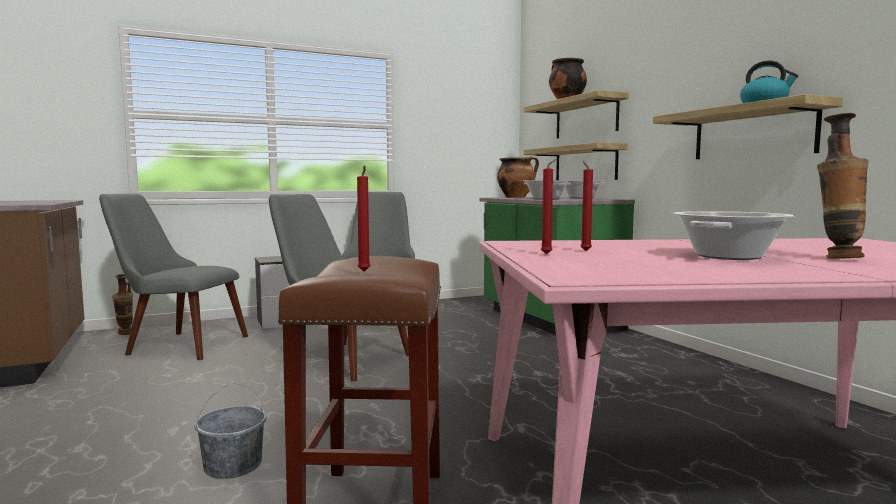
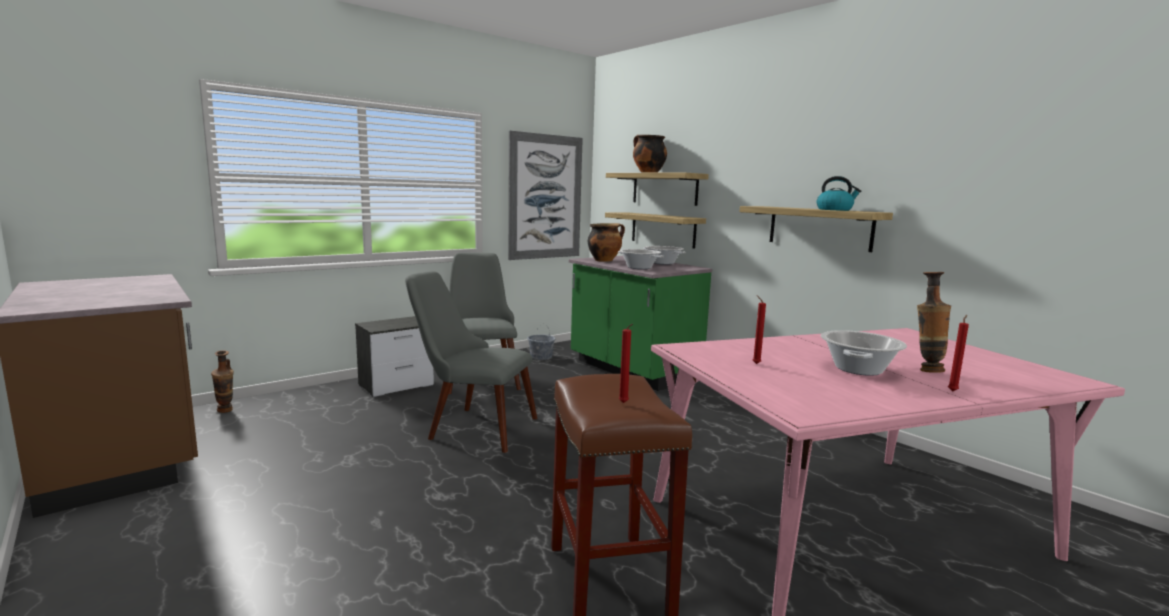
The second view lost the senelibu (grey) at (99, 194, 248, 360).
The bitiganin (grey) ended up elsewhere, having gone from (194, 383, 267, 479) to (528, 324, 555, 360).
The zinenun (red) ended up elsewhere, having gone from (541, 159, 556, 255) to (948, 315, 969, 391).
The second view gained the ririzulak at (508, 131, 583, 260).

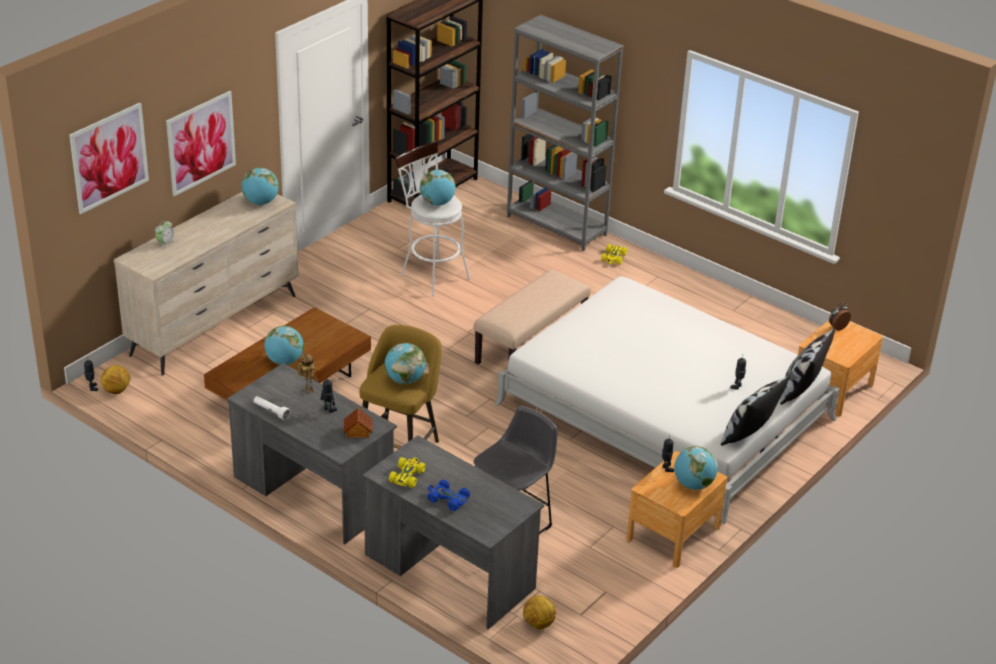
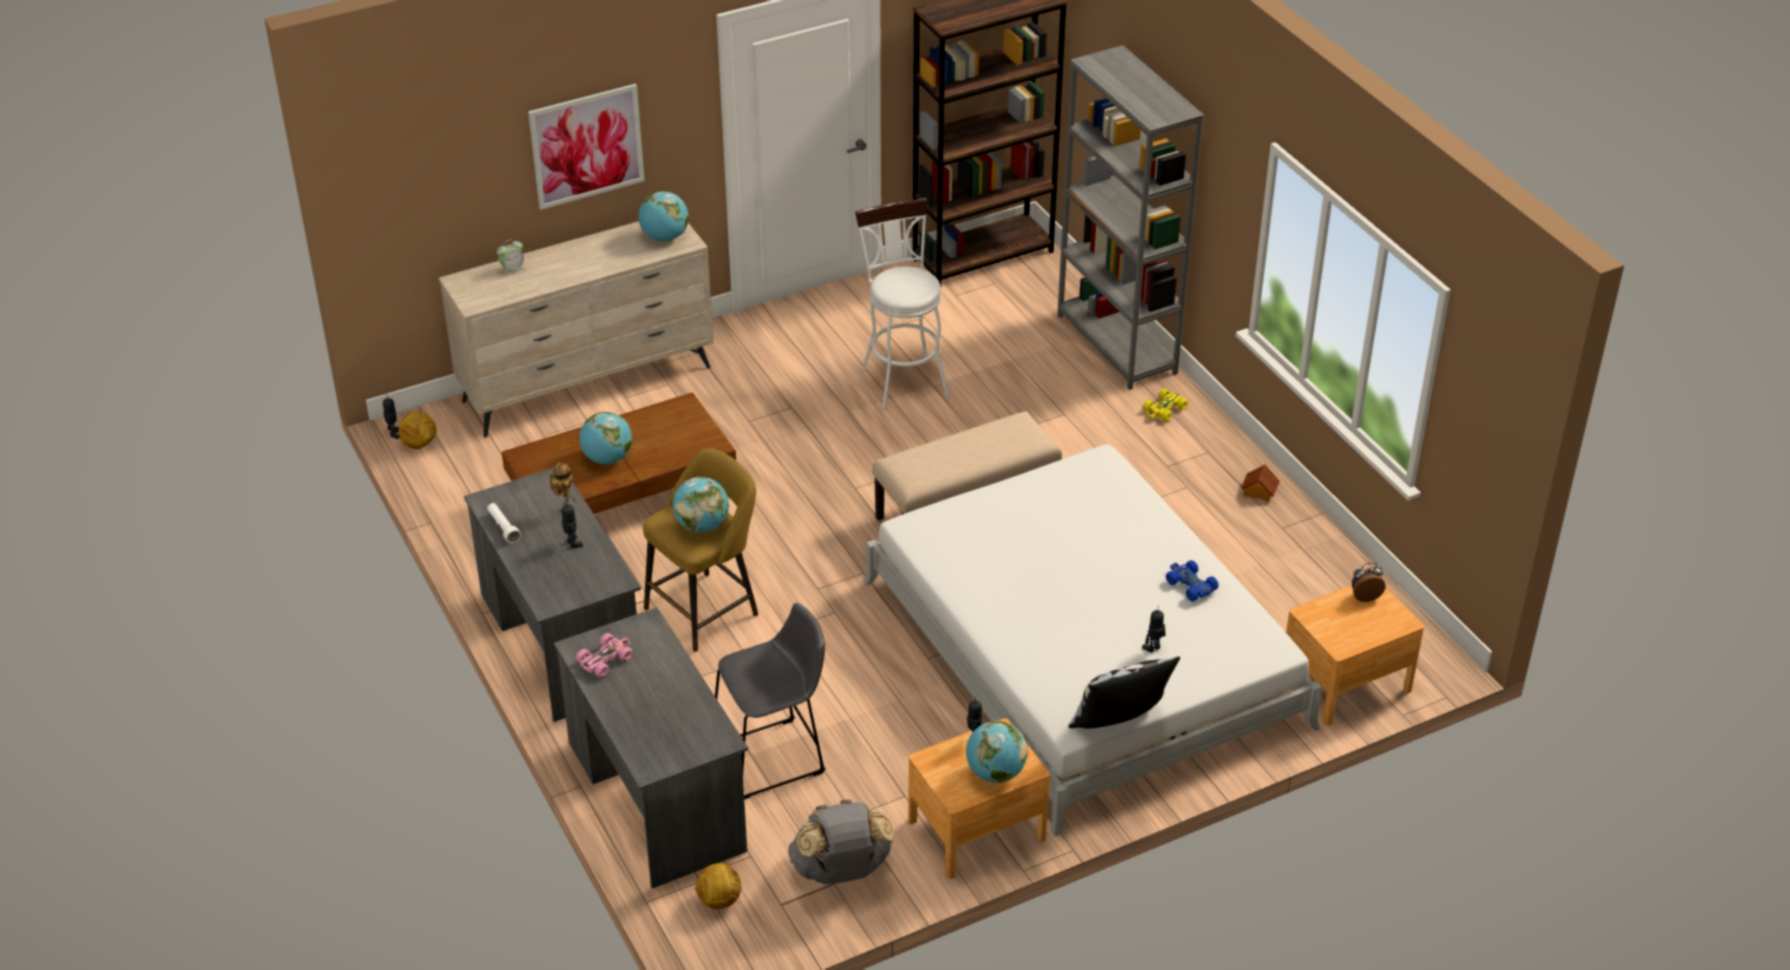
The second view lost the ririzulak at (69, 102, 149, 214).
The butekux ended up elsewhere, having gone from (344, 408, 373, 438) to (1241, 464, 1280, 502).
What was the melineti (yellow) at (389, 457, 426, 488) turned into the melineti (pink) at (576, 633, 633, 678).
The second view lost the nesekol at (420, 170, 455, 206).
The melineti (blue) ended up elsewhere, having gone from (427, 480, 470, 511) to (1166, 560, 1219, 602).
The second view lost the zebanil at (780, 328, 835, 405).
The second view gained the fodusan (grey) at (788, 799, 894, 884).

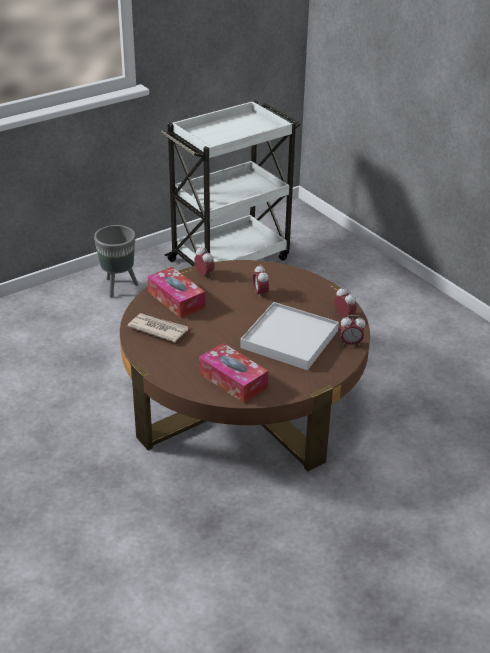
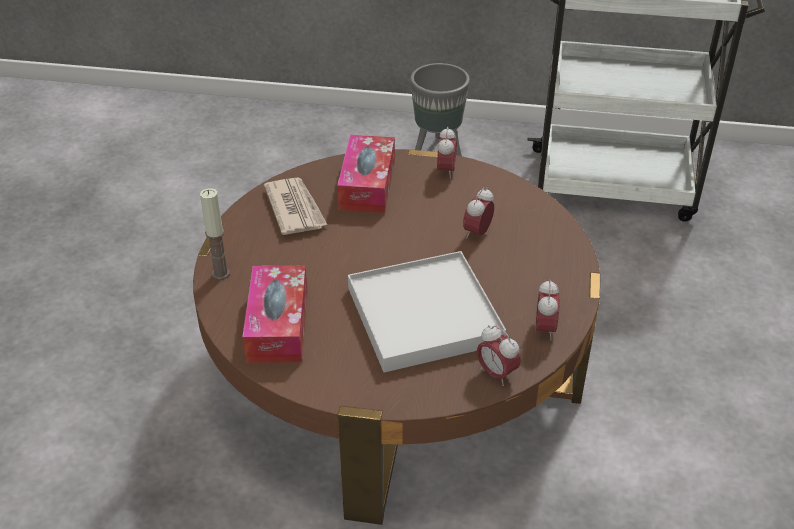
The second view gained the zinenun at (200, 188, 230, 280).

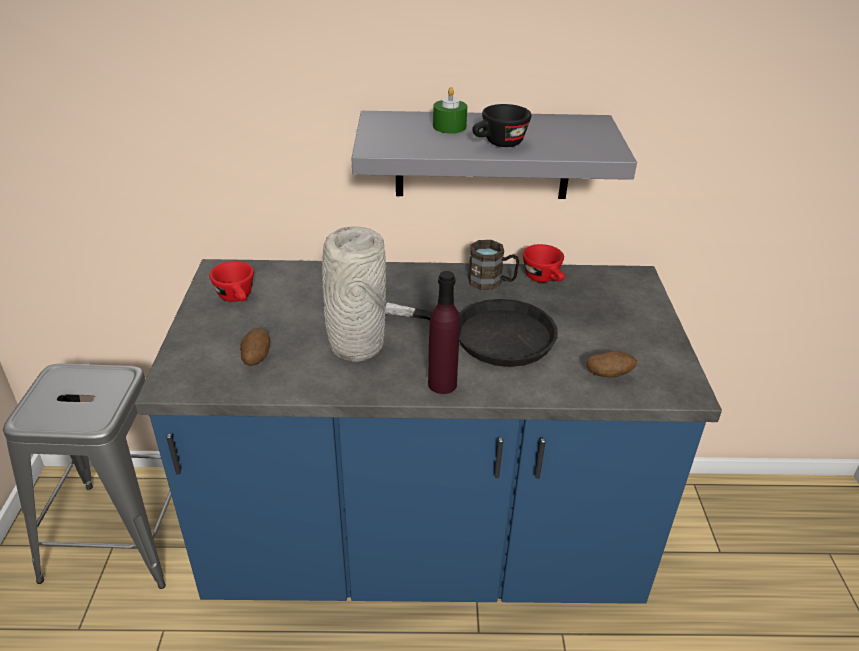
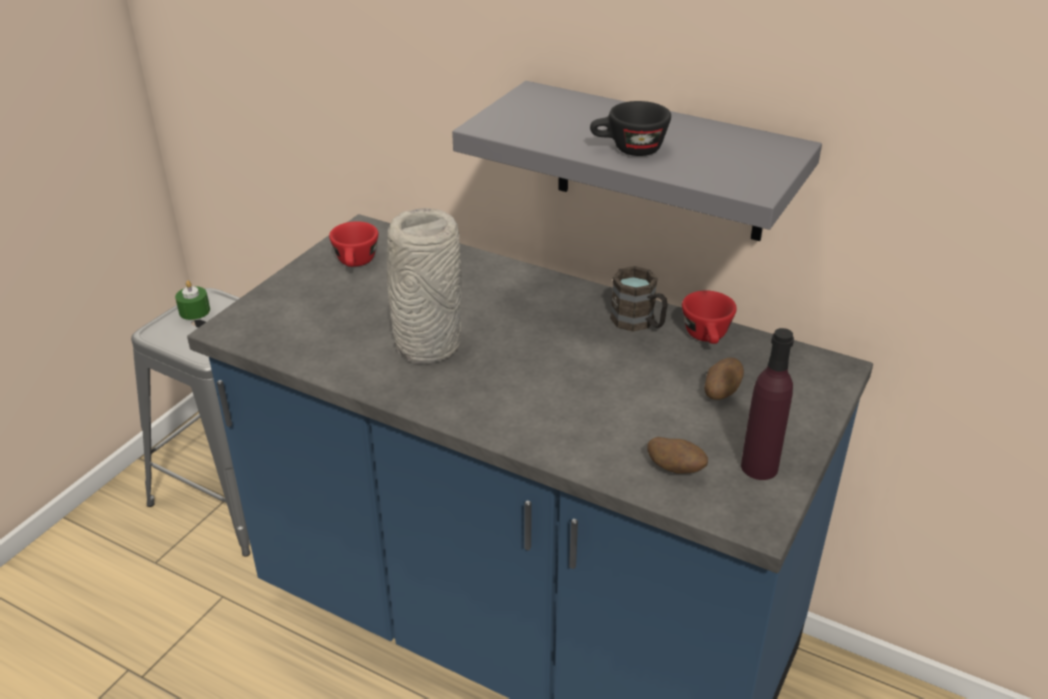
The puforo ended up elsewhere, having gone from (240, 328, 270, 366) to (704, 357, 744, 400).
The second view lost the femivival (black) at (385, 299, 558, 367).
The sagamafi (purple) ended up elsewhere, having gone from (428, 271, 460, 394) to (741, 328, 794, 480).
The zinenun (green) ended up elsewhere, having gone from (433, 87, 467, 134) to (175, 280, 210, 320).

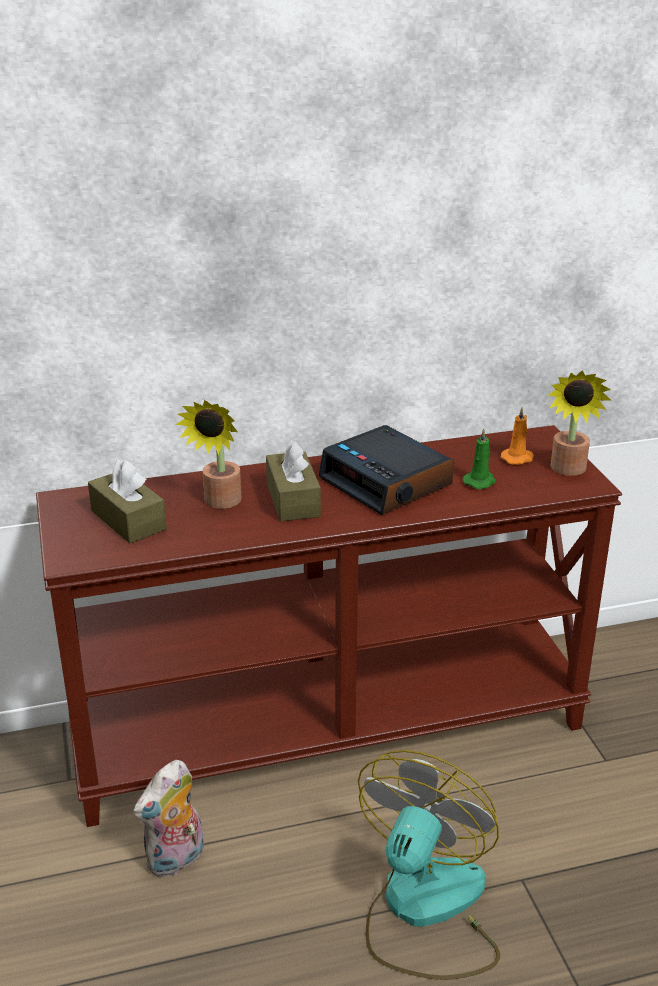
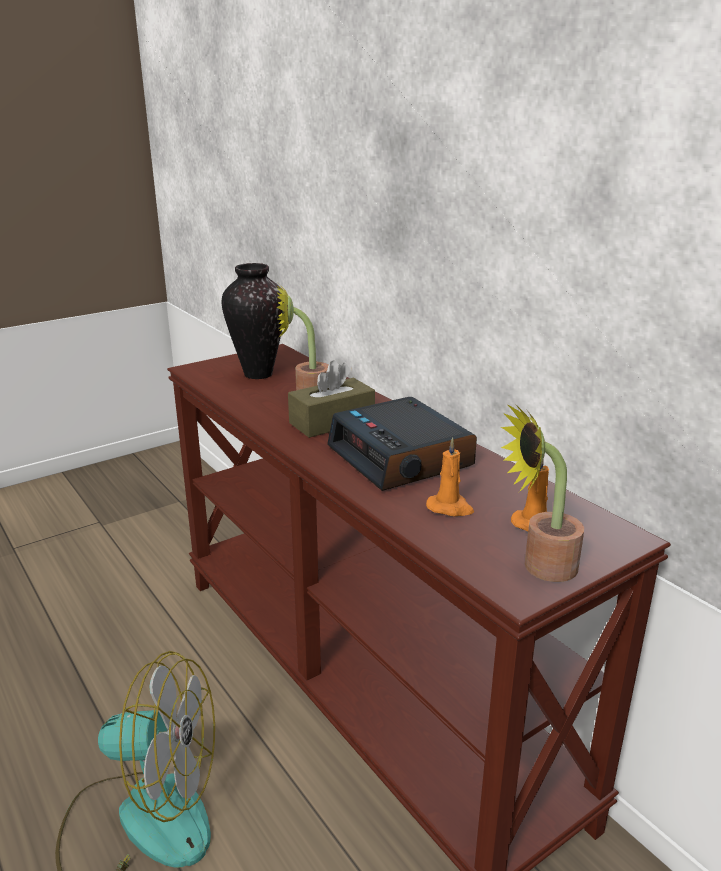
Where the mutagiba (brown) stood at (88, 459, 167, 543), the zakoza came to stand at (222, 263, 282, 379).
The second view lost the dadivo at (133, 760, 204, 878).
The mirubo at (319, 425, 454, 515) ended up facing another way, 60 degrees counterclockwise from before.
What was the zinenun (green) at (462, 429, 496, 489) turned into the zinenun (orange) at (426, 437, 474, 516).

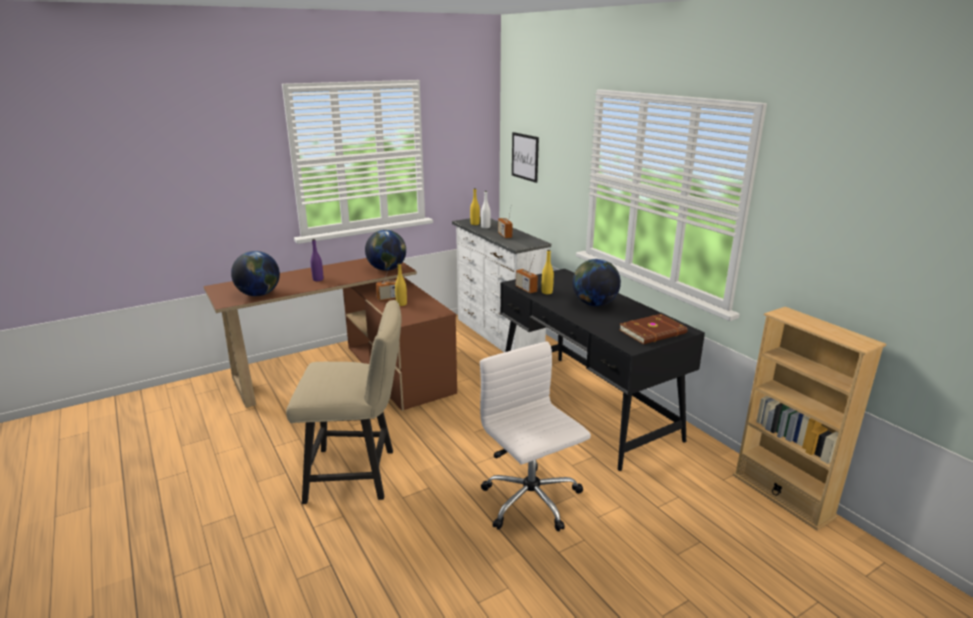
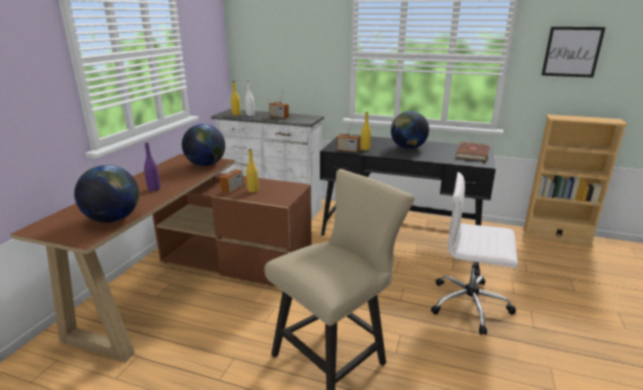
The ririzulak ended up elsewhere, having gone from (512, 132, 539, 183) to (542, 27, 606, 78).

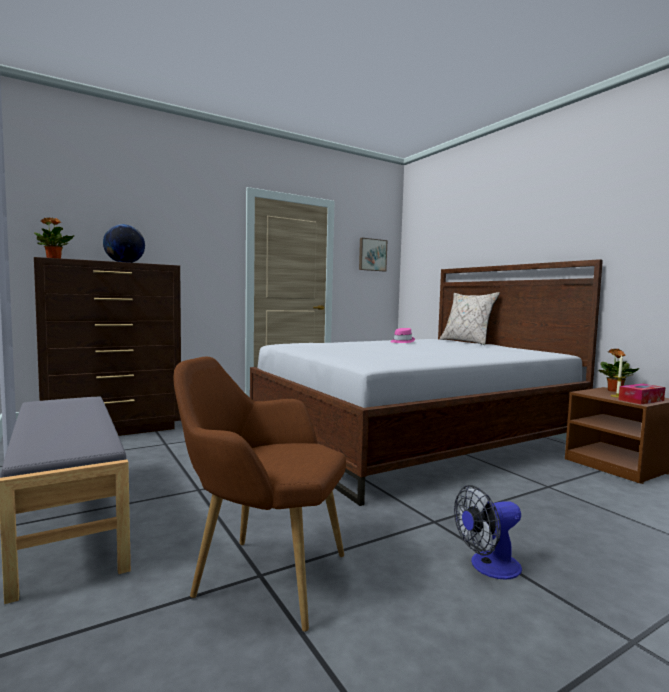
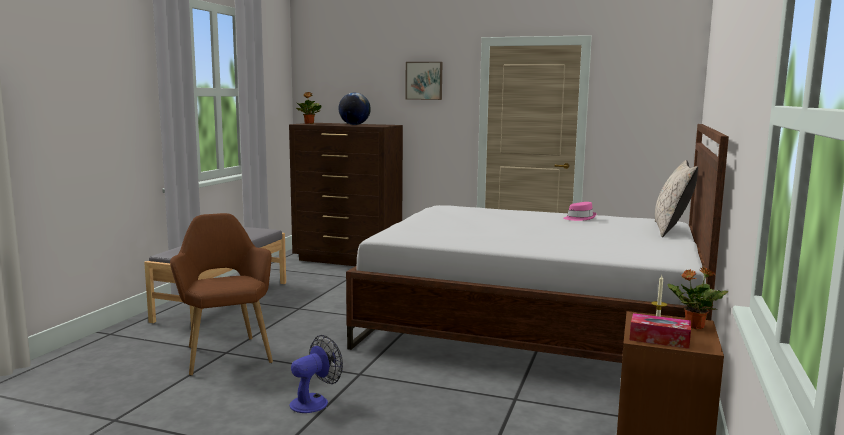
The ririzulak ended up elsewhere, having gone from (359, 238, 387, 271) to (405, 62, 442, 100).
The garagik at (454, 485, 522, 579) ended up facing another way, 105 degrees clockwise from before.

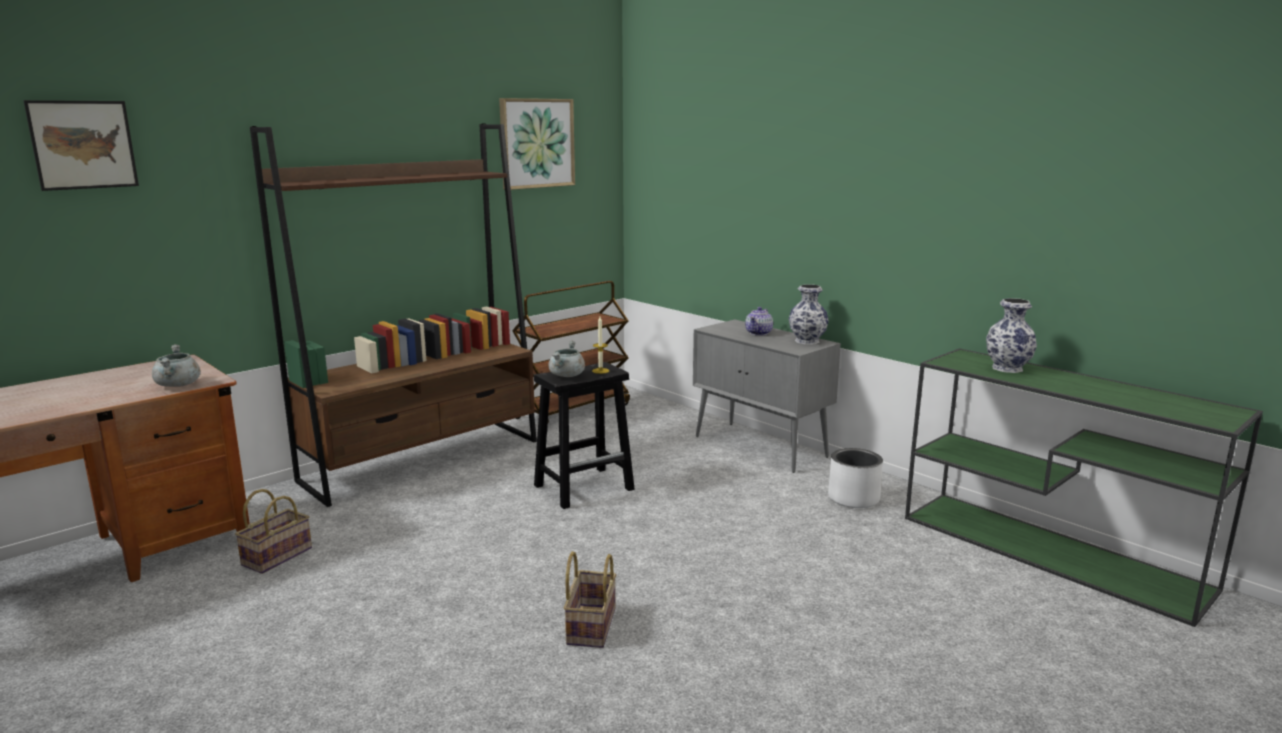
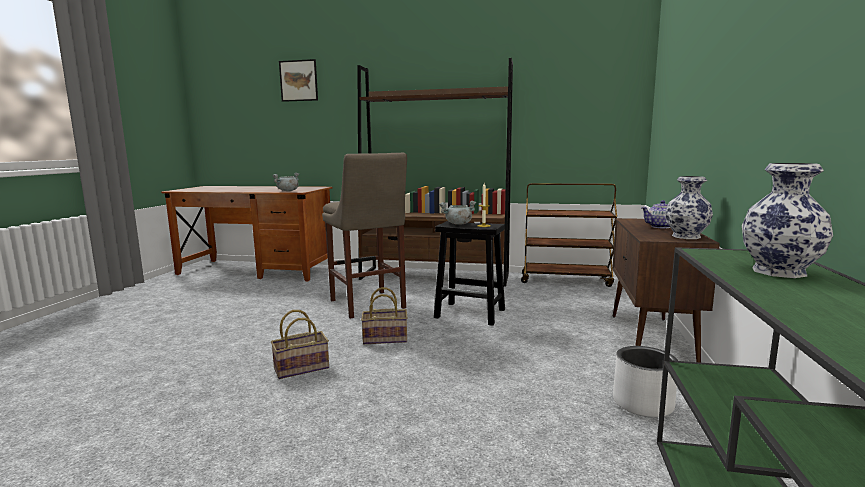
The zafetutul ended up elsewhere, having gone from (235, 489, 312, 574) to (361, 287, 408, 344).
The second view lost the ririzulak at (499, 98, 575, 190).
What was the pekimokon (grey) at (693, 319, 841, 473) turned into the pekimokon (brown) at (612, 218, 720, 363).
The second view gained the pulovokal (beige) at (322, 153, 407, 319).

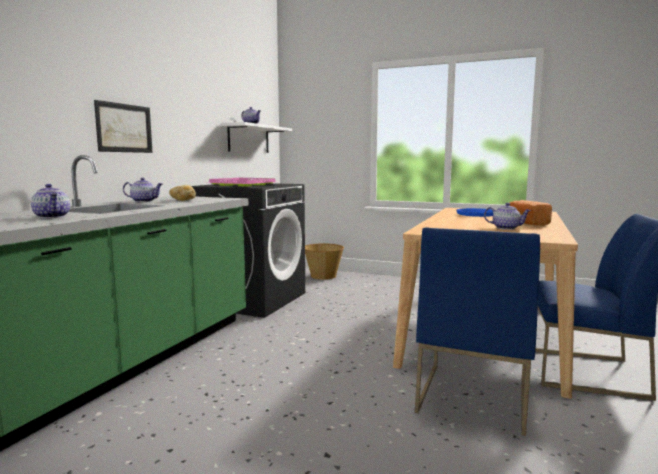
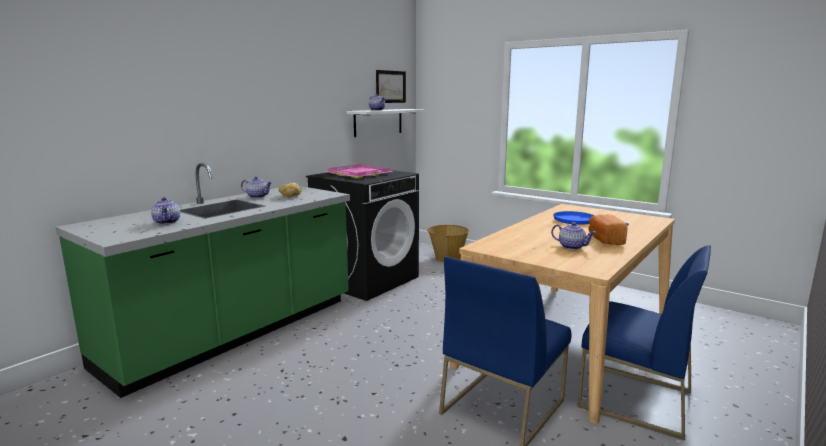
The ririzulak ended up elsewhere, having gone from (94, 100, 153, 153) to (376, 70, 406, 103).

